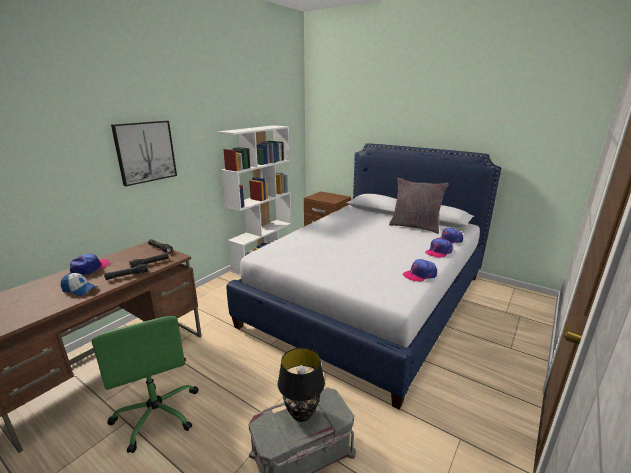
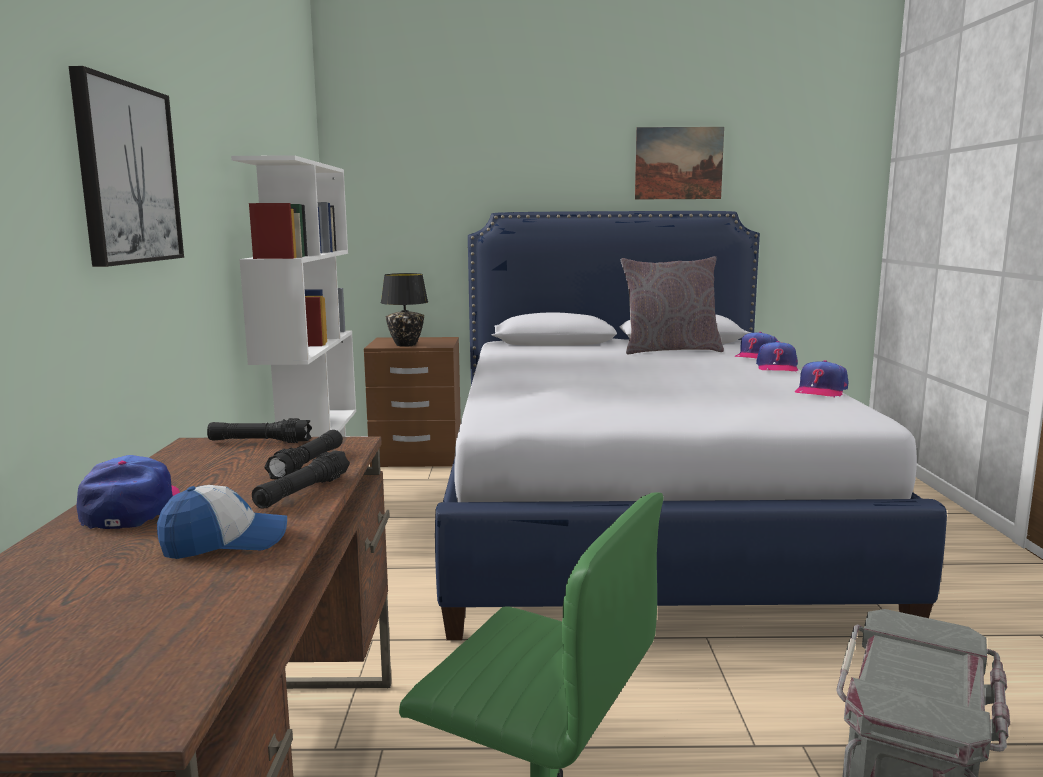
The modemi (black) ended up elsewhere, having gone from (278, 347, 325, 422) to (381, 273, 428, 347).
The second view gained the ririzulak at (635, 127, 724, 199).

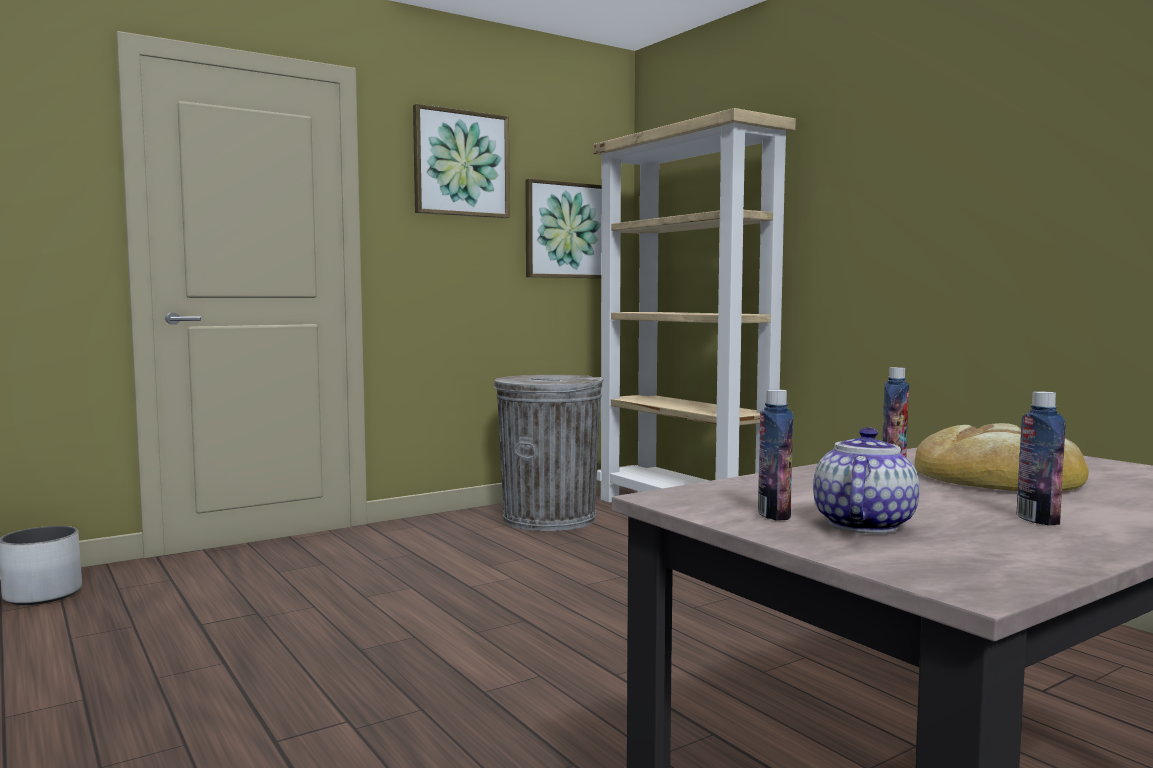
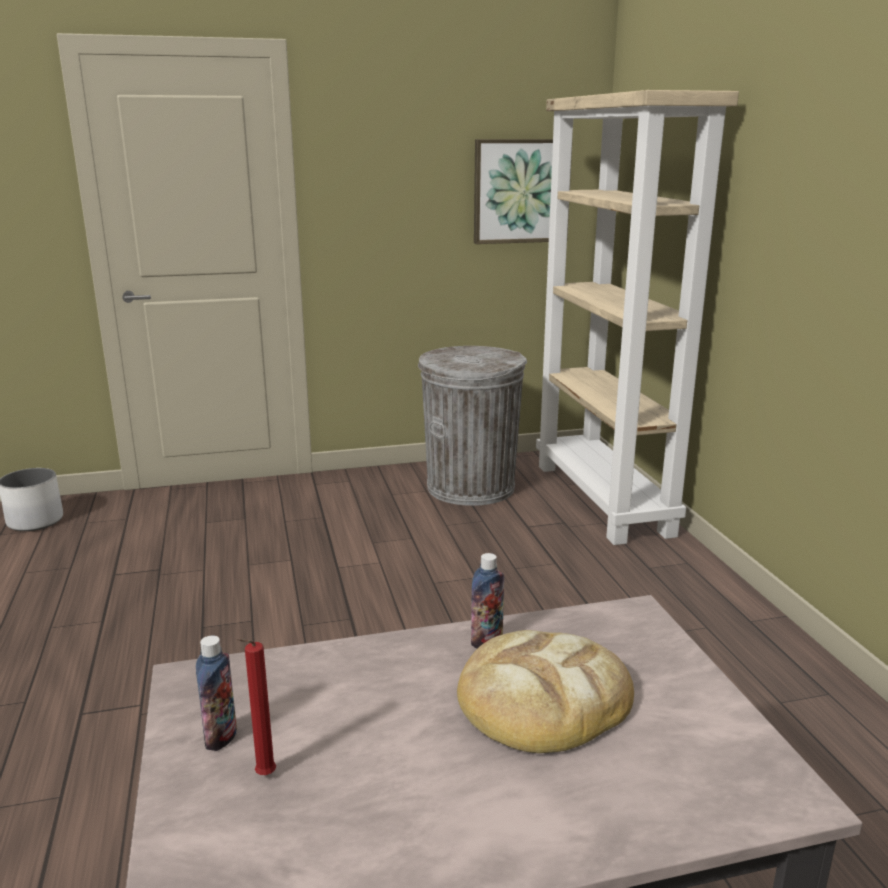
The second view lost the ririzulak at (413, 104, 510, 218).
Where the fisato stood at (813, 427, 919, 533), the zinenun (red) came to stand at (237, 638, 276, 775).
The second view lost the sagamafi at (1016, 391, 1066, 526).

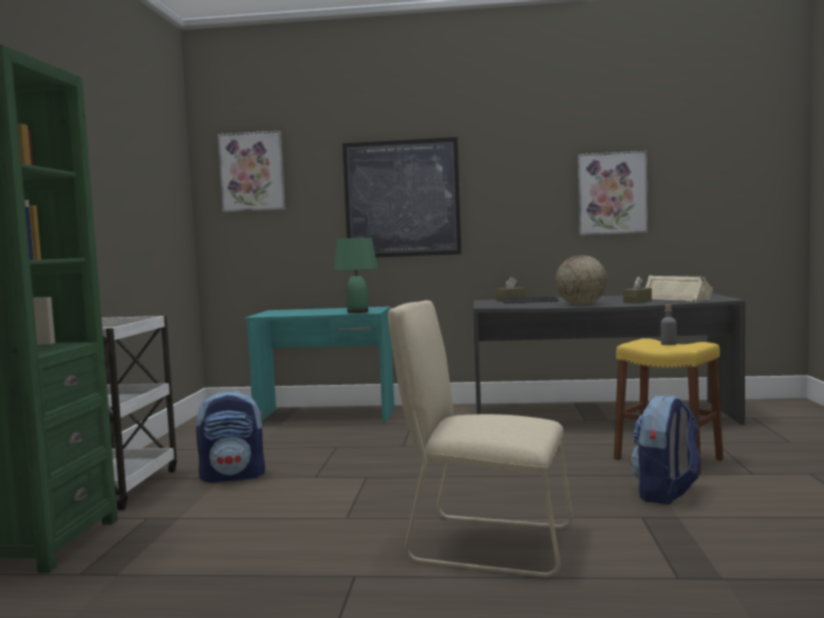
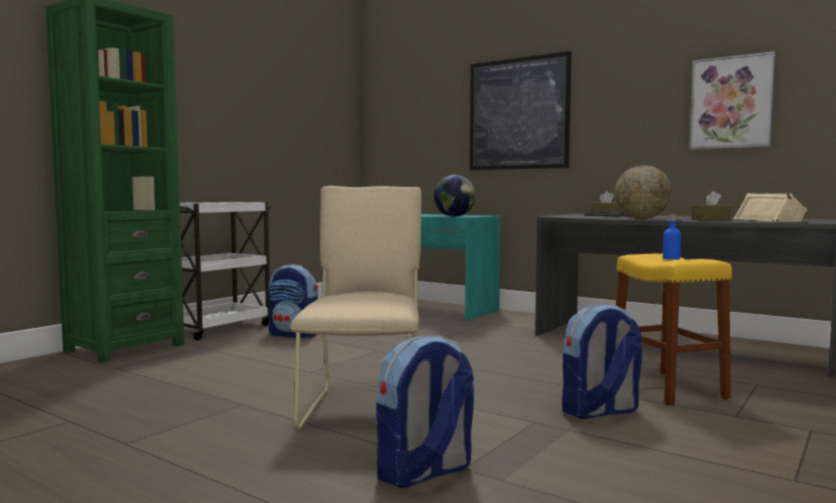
The second view lost the ririzulak at (218, 131, 286, 212).
Where the modemi (green) stood at (334, 238, 378, 313), the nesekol came to stand at (434, 175, 475, 217).
The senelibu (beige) at (388, 300, 573, 577) ended up facing another way, 45 degrees clockwise from before.
What was the sagamafi (grey) at (661, 305, 677, 345) turned into the sagamafi (blue) at (663, 215, 681, 260).
The second view gained the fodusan at (376, 336, 474, 488).

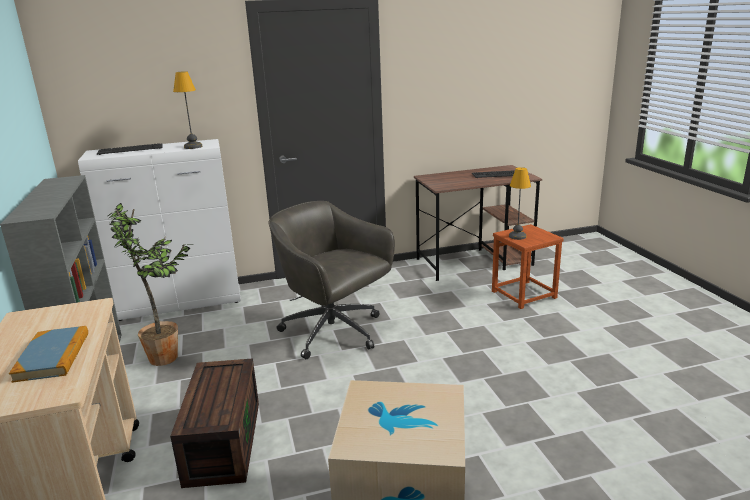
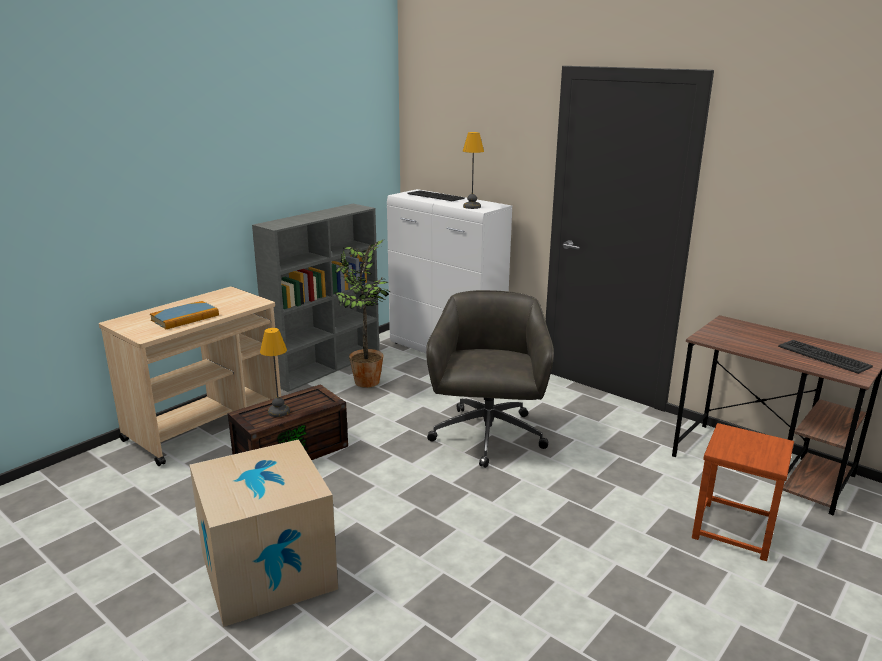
The modemi ended up elsewhere, having gone from (509, 167, 531, 240) to (260, 328, 290, 417).

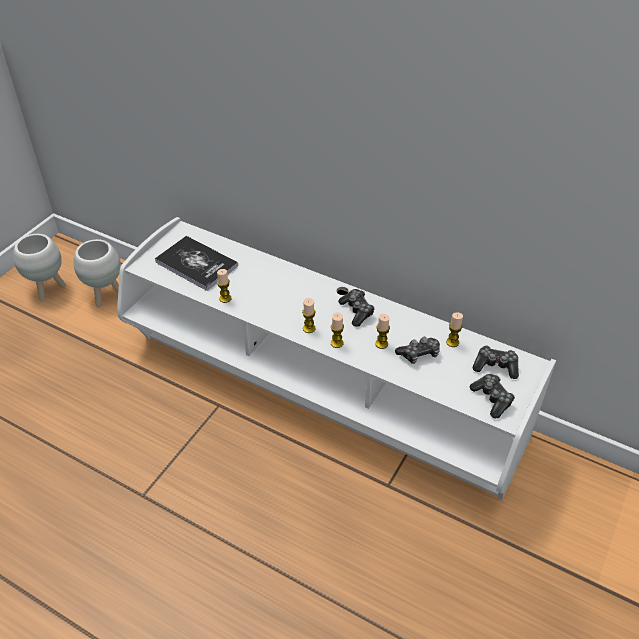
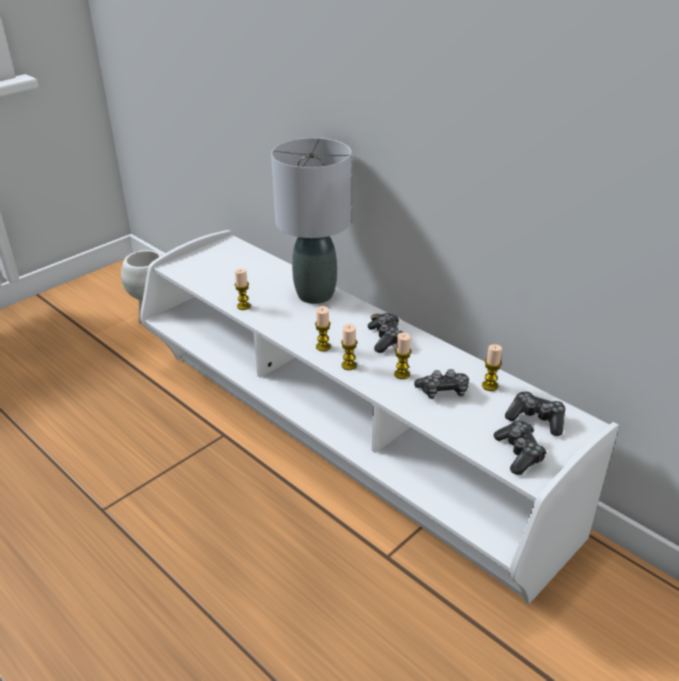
The second view lost the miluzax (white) at (13, 234, 66, 302).
The second view lost the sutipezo at (155, 236, 238, 291).
The second view gained the modemi (grey) at (271, 138, 351, 304).

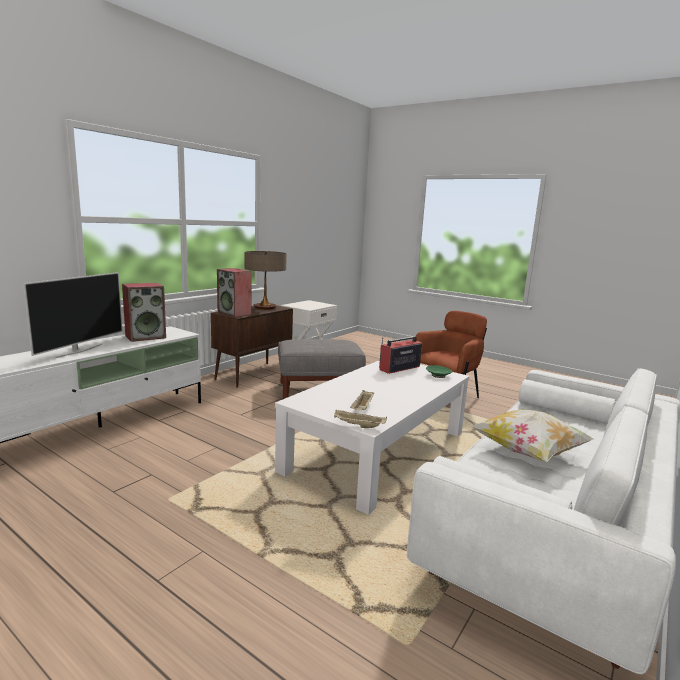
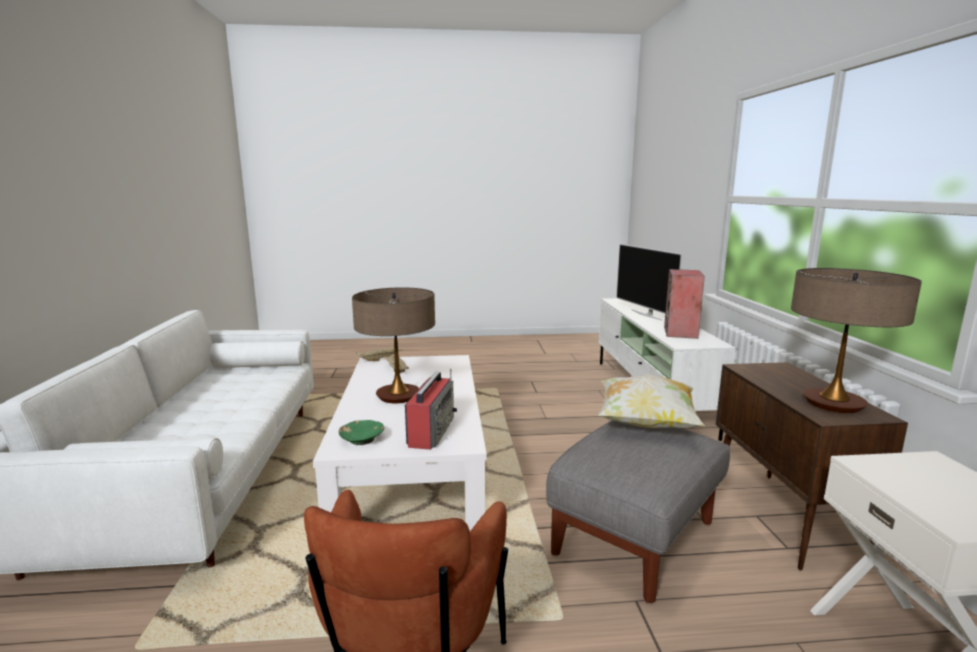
The second view lost the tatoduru at (217, 268, 252, 317).
The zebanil ended up elsewhere, having gone from (470, 409, 594, 462) to (598, 375, 705, 428).
The second view gained the modemi at (352, 287, 435, 403).

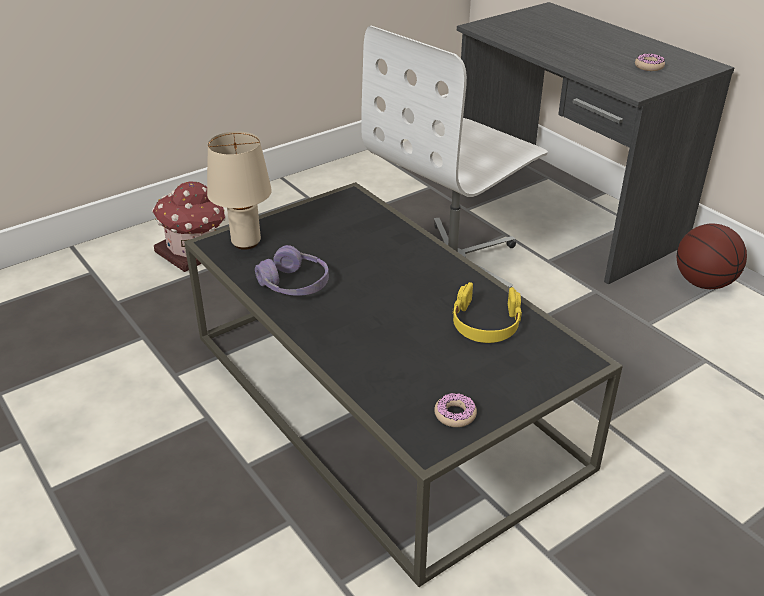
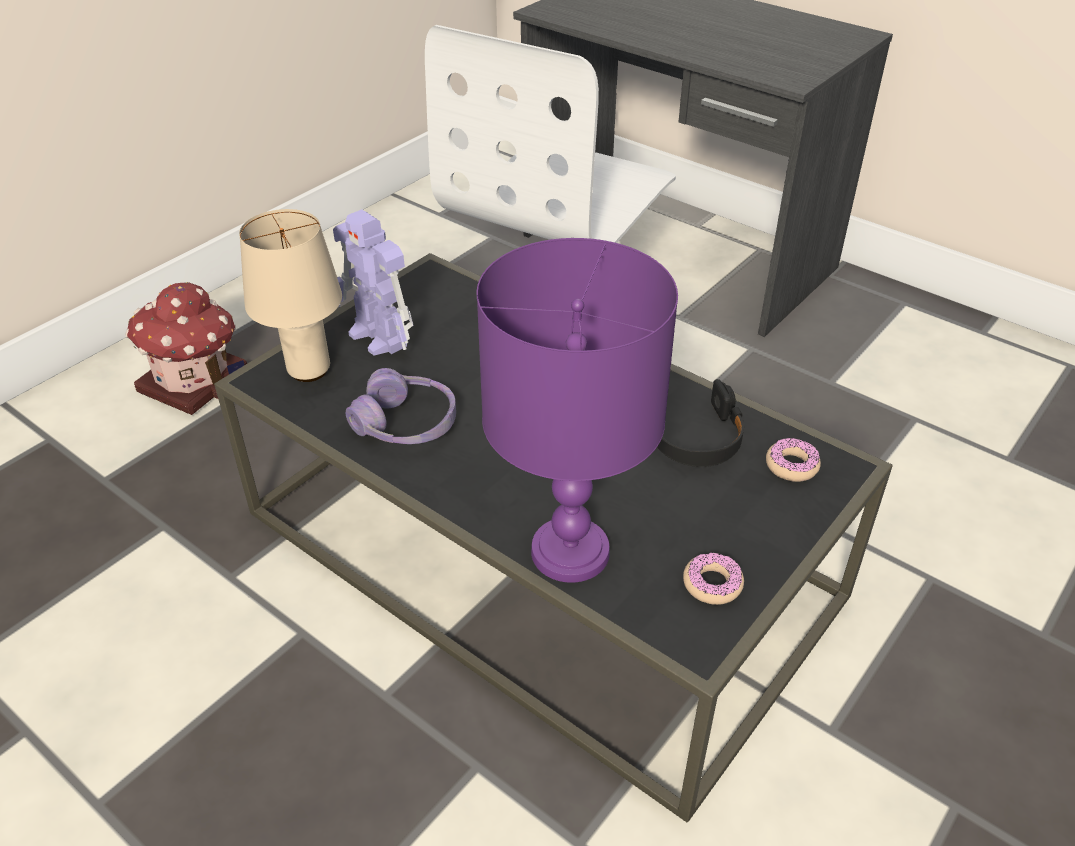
What was the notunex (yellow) at (452, 282, 522, 343) turned into the notunex (black) at (657, 379, 744, 467).
The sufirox ended up elsewhere, having gone from (635, 53, 665, 71) to (766, 437, 821, 482).
The second view lost the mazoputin at (676, 224, 747, 289).
The second view gained the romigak at (333, 210, 413, 356).
The second view gained the modemi (purple) at (476, 238, 678, 583).

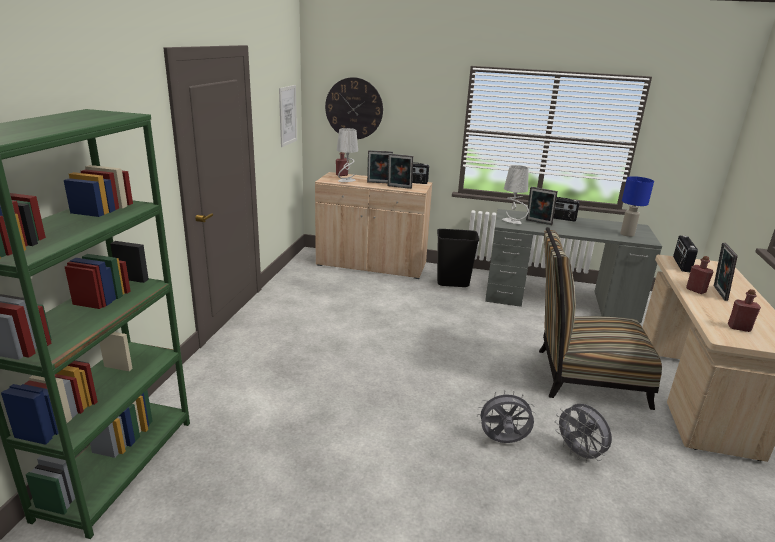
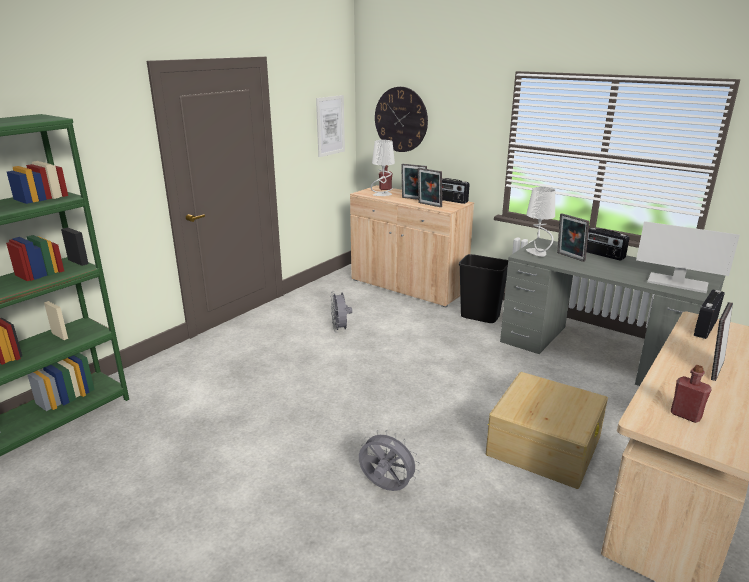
Where the senelibu stood at (539, 227, 662, 410), the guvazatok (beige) came to stand at (486, 372, 608, 489).
The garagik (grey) ended up elsewhere, having gone from (555, 404, 612, 463) to (330, 291, 352, 333).
Where the modemi (blue) stood at (620, 176, 654, 237), the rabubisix came to stand at (636, 221, 740, 293).
The second view lost the sagamafi (red) at (686, 256, 714, 294).

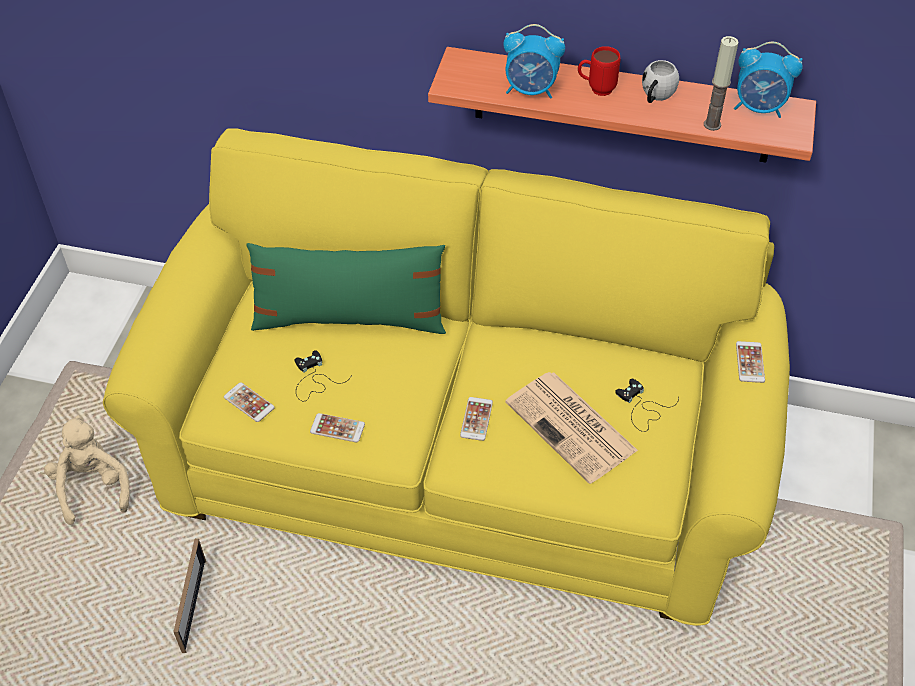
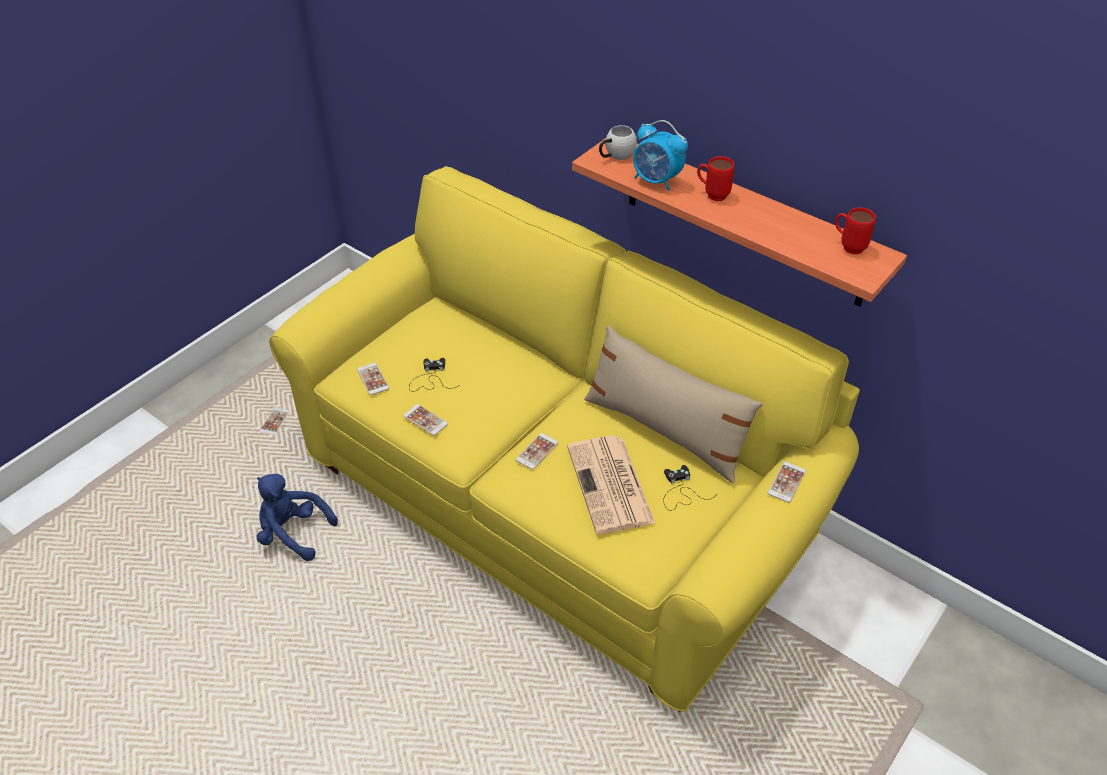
Where the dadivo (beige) stood at (44, 415, 130, 525), the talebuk came to stand at (260, 407, 290, 435).
Where the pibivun stood at (173, 539, 206, 653), the dadivo (blue) came to stand at (257, 474, 338, 561).
The second view lost the zebanil (green) at (246, 243, 446, 334).
The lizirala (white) ended up elsewhere, having gone from (642, 60, 679, 103) to (599, 125, 637, 160).
The second view lost the zinenun at (704, 36, 739, 131).
Where the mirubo stood at (734, 42, 803, 118), the lizirala (red) came to stand at (835, 207, 876, 255).
The second view gained the zebanil (beige) at (584, 325, 763, 483).

